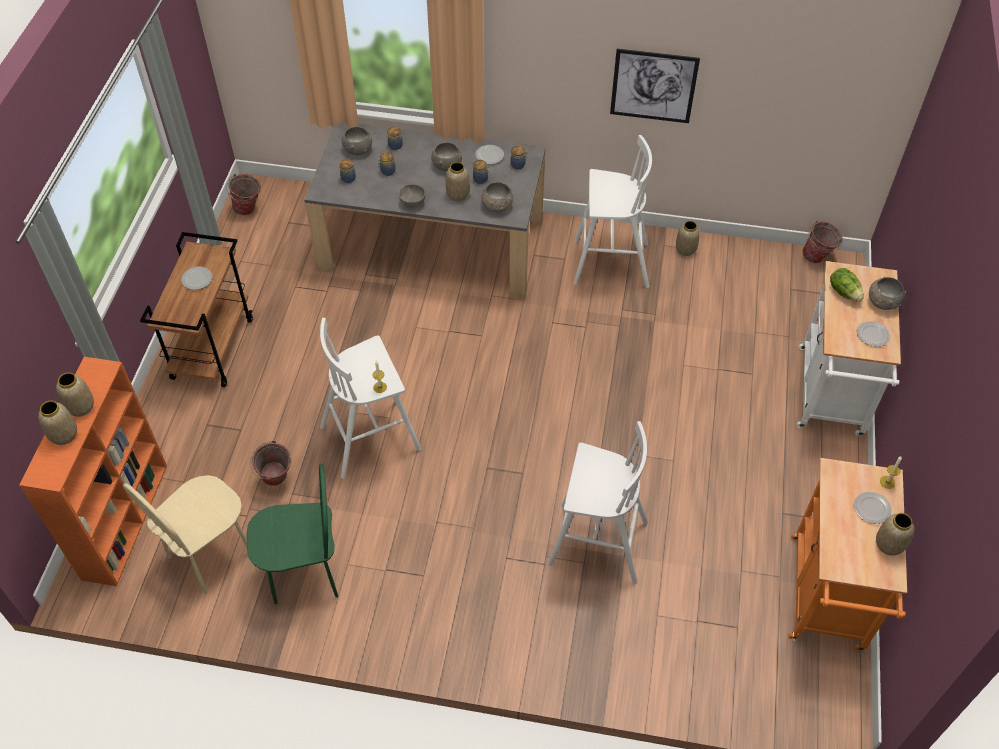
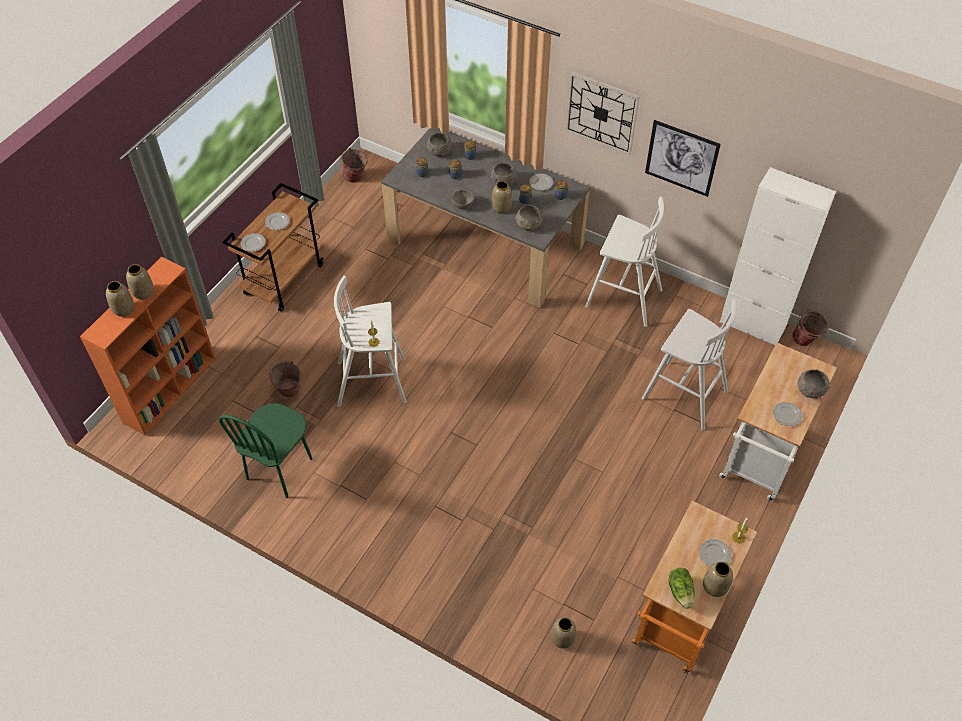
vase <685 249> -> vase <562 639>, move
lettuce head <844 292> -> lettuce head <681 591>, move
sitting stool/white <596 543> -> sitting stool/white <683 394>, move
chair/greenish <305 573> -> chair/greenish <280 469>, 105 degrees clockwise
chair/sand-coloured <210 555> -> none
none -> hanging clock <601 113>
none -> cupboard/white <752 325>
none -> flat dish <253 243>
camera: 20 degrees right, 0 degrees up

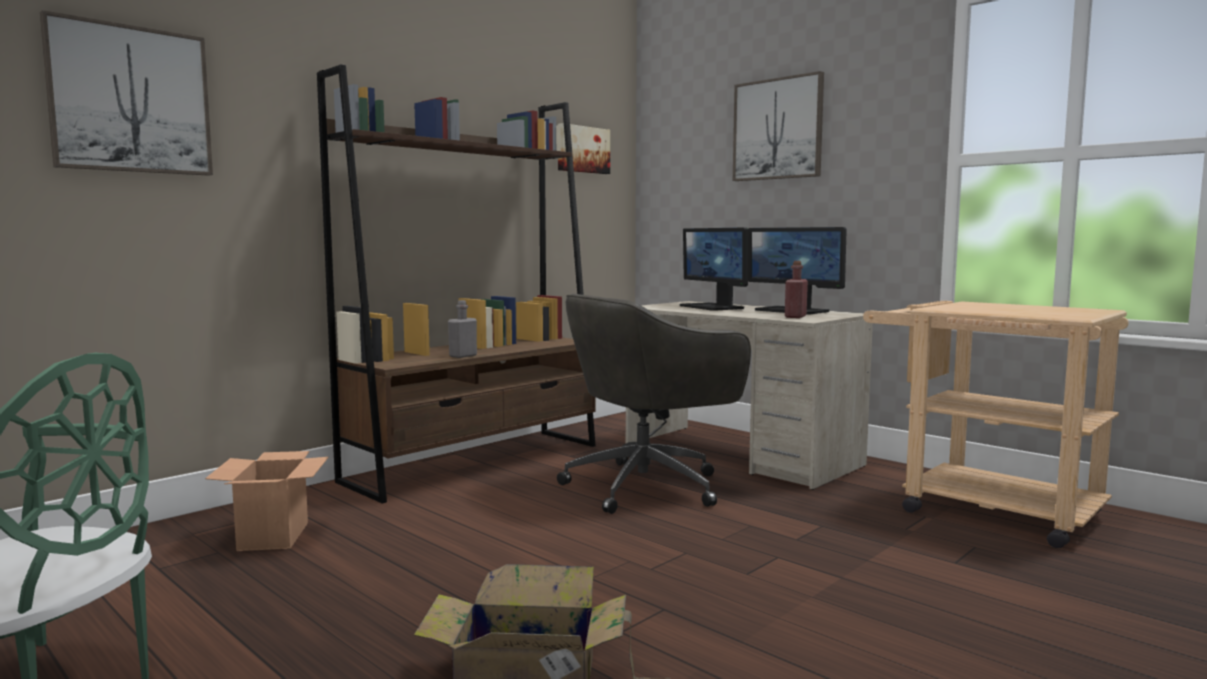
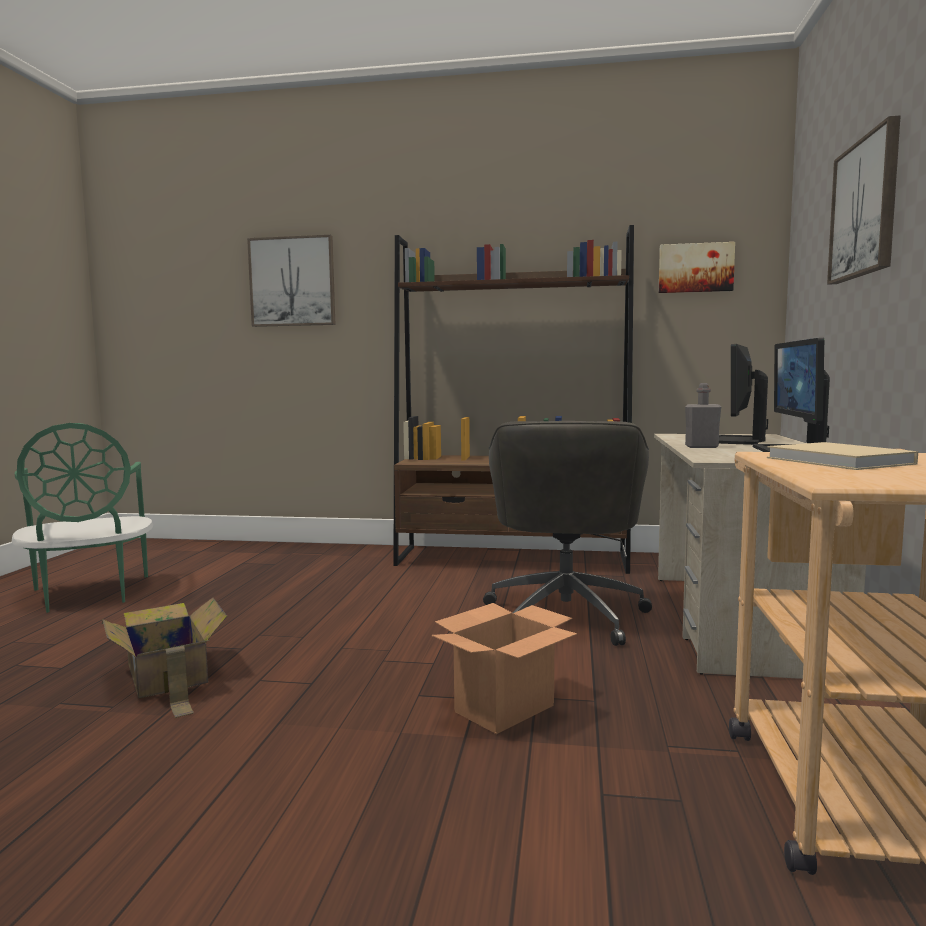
bottle/red-coloured <795 317> -> none
computer chair/grey <648 486> -> computer chair/grey <566 613>, 105 degrees counterclockwise
bottle/grey <463 356> -> bottle/grey <701 447>, move
carton <273 536> -> carton <505 708>, move
none -> volume/sand-coloured <842 461>
camera: 55 degrees right, 0 degrees up

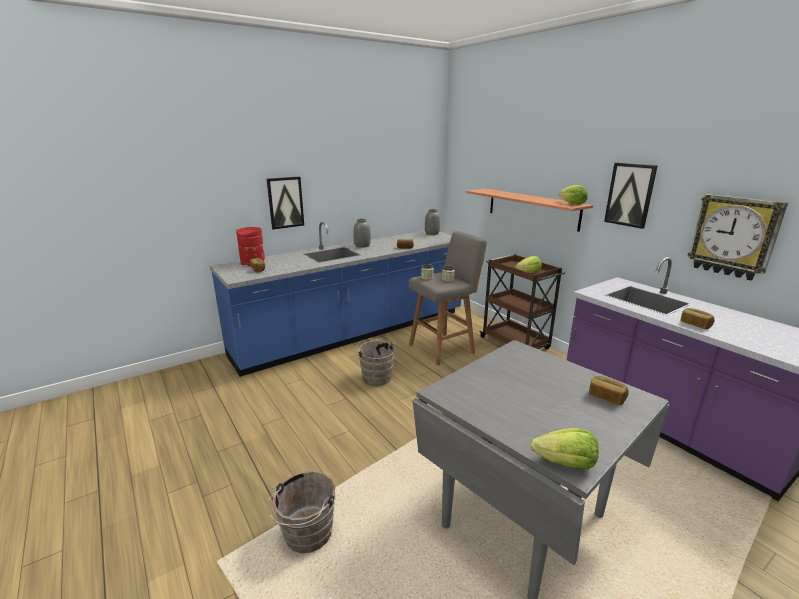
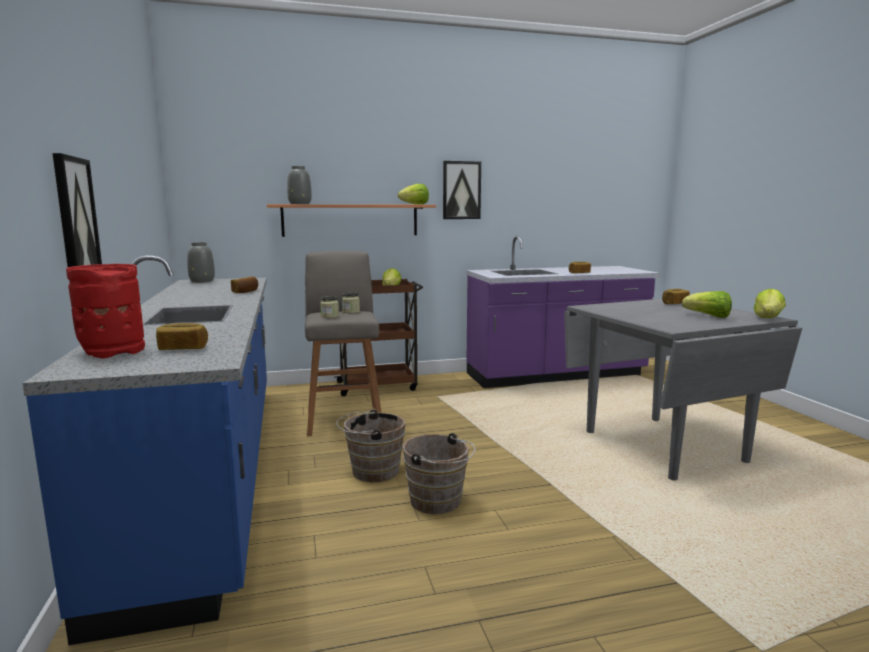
hanging clock <734 236> -> none
vase/grey <362 246> -> vase/grey <300 204>, move
bucket/brown-coloured <306 537> -> bucket/brown-coloured <438 502>, move
none -> lettuce head <708 316>
camera: 70 degrees left, 10 degrees down

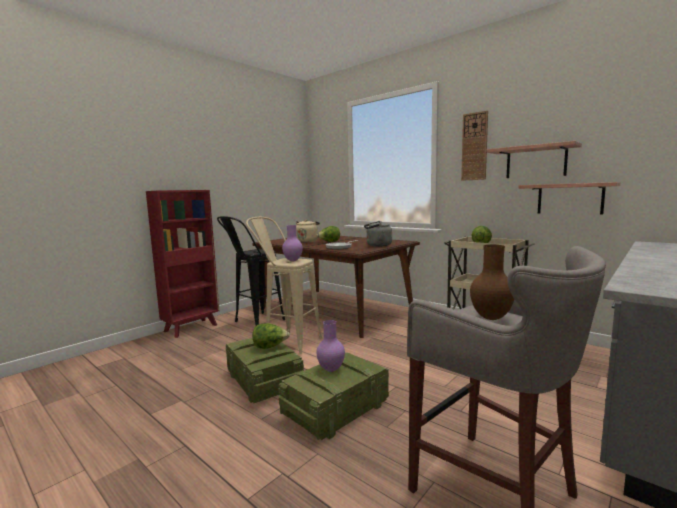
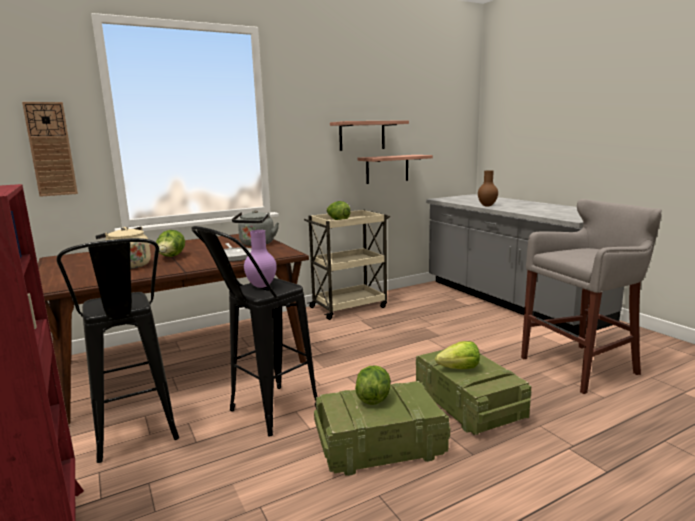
hanging clock <474 146> -> hanging clock <51 149>, move
sitting stool/sand-coloured <286 342> -> sitting stool/black-coloured <263 415>
vase/brown-coloured <490 318> -> vase/brown-coloured <487 206>, move
vase/purple-coloured <330 370> -> lettuce head <459 368>
camera: 70 degrees left, 5 degrees up

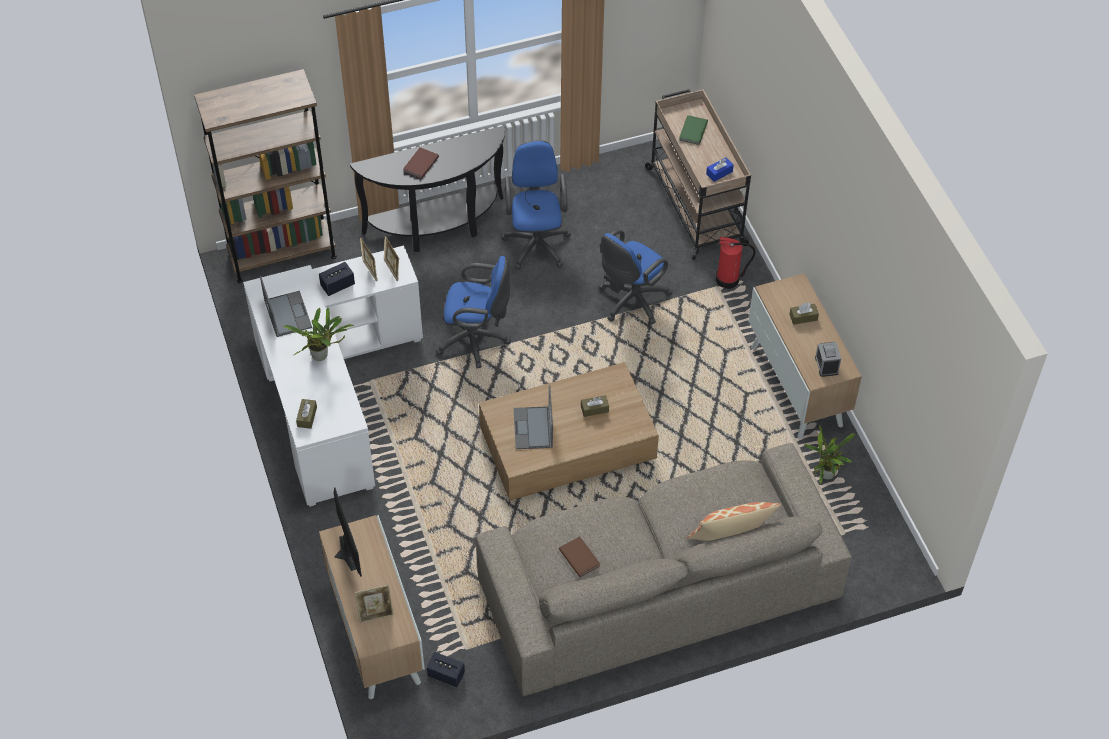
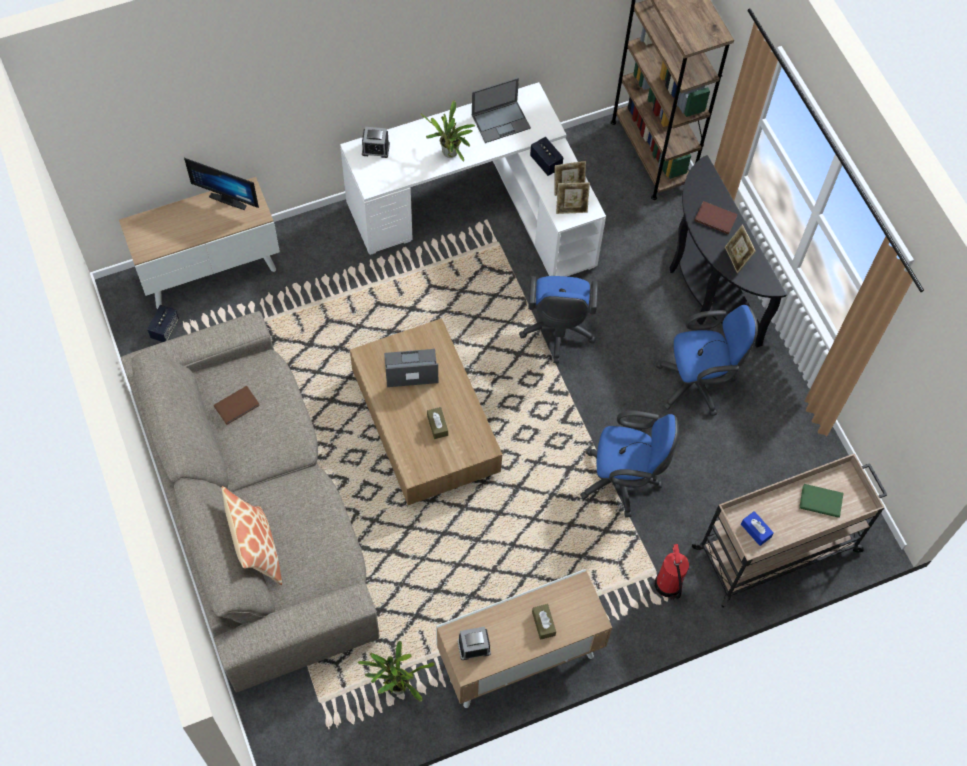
computer chair/blue-coloured <630 302> -> computer chair/blue-coloured <624 481>, 150 degrees clockwise
tissue box/brown-coloured <307 417> -> bedside clock <375 149>
monitor <343 554> -> monitor <229 197>, 45 degrees clockwise
standing frame <375 613> -> standing frame <736 258>, move
camera: 85 degrees right, 10 degrees up

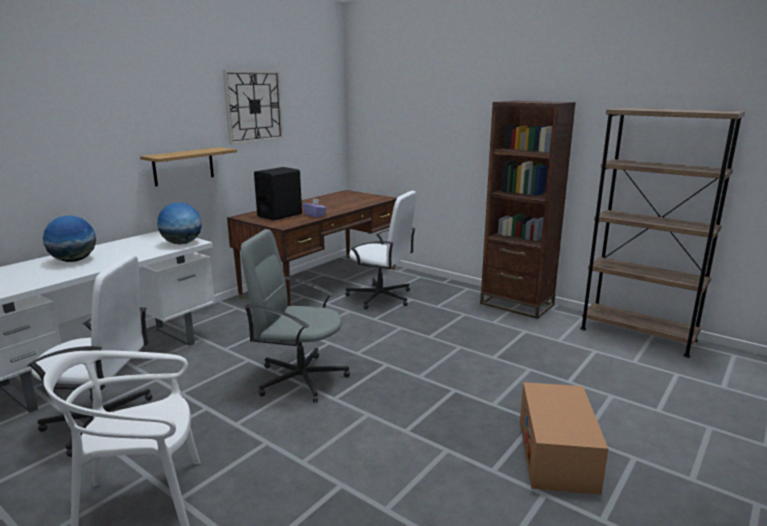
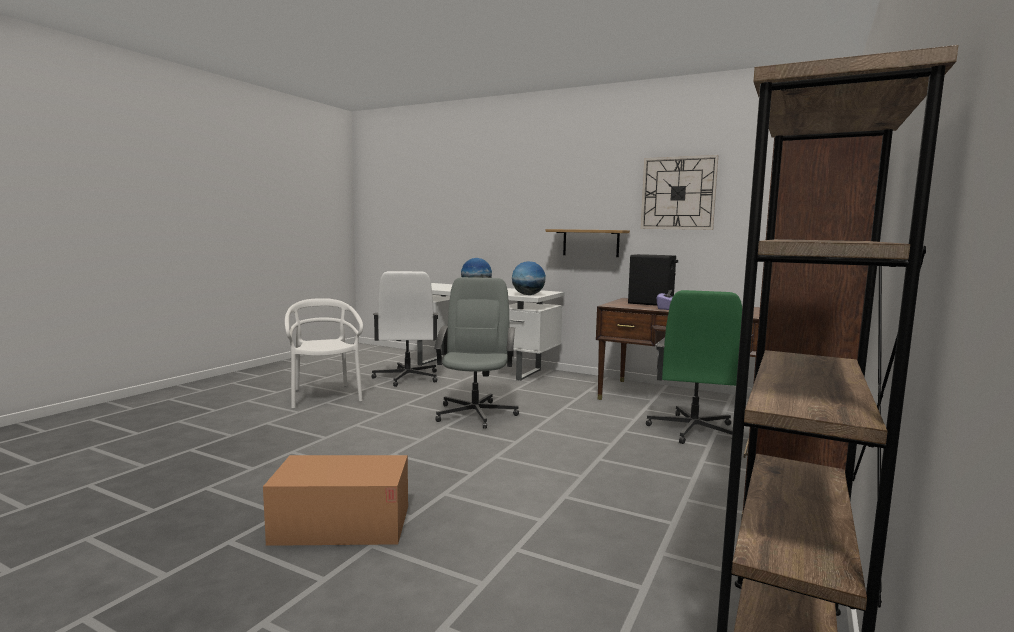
computer chair/white <381 297> -> computer chair/greenish <692 430>
camera: 80 degrees right, 10 degrees down

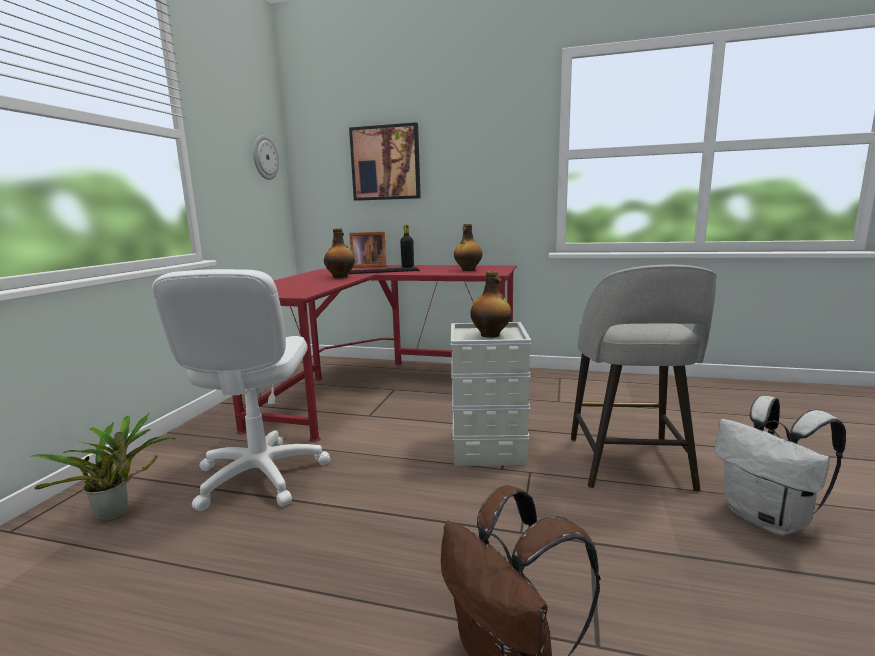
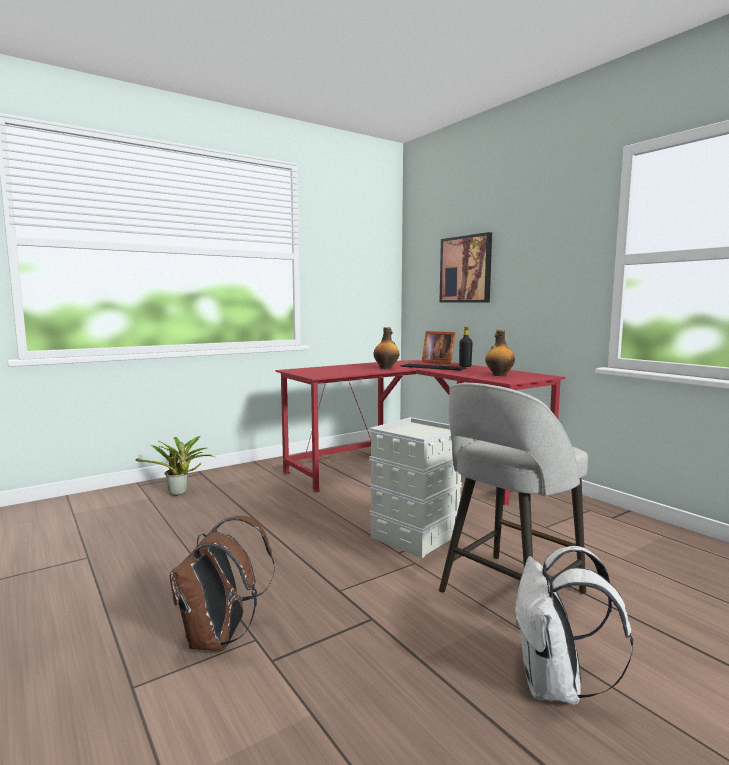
hanging clock <265 157> -> none
computer chair/white <260 476> -> none
bottle <491 335> -> none
camera: 40 degrees right, 5 degrees down

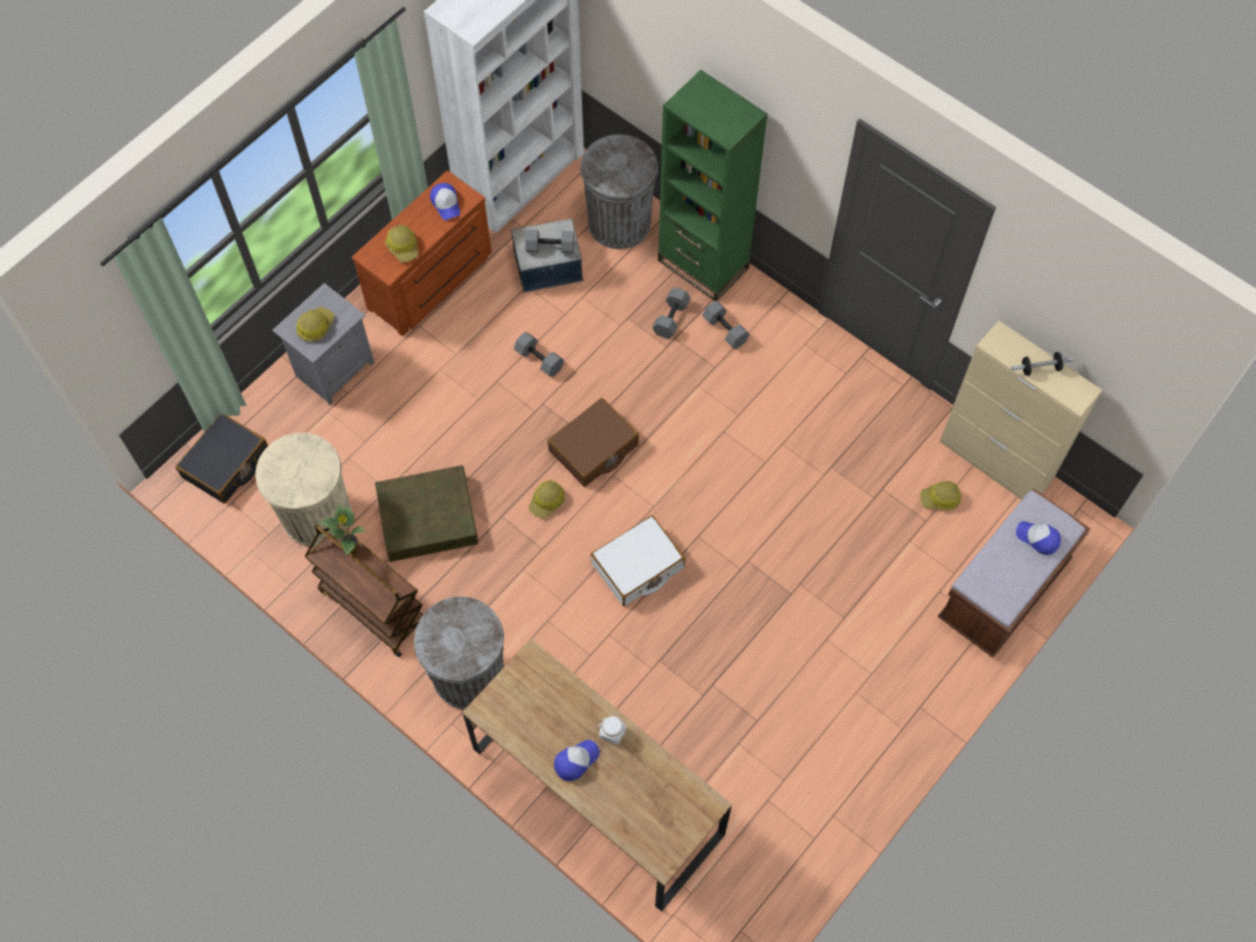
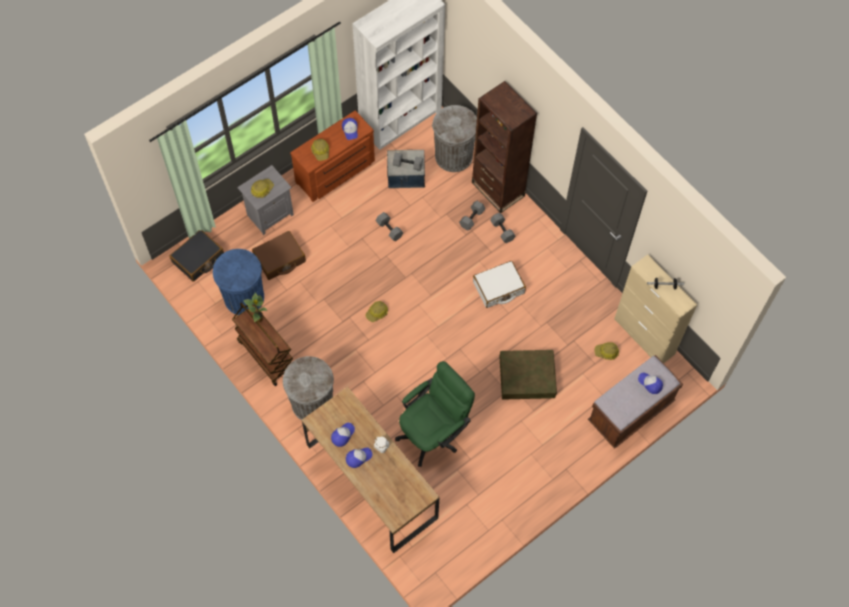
shelving unit/greenish <703 264> -> shelving unit/brown-coloured <498 189>
piece of luggage/brown-coloured <593 448> -> piece of luggage/brown-coloured <279 259>, move
waste bin/sand-coloured <317 515> -> waste bin/blue-coloured <244 297>
storage bin/brown-coloured <427 517> -> storage bin/brown-coloured <527 377>, move
piece of luggage/white <638 566> -> piece of luggage/white <498 288>, move
none -> computer chair/greenish <433 432>
none -> baseball cap <342 435>
camera: 10 degrees right, 0 degrees up

